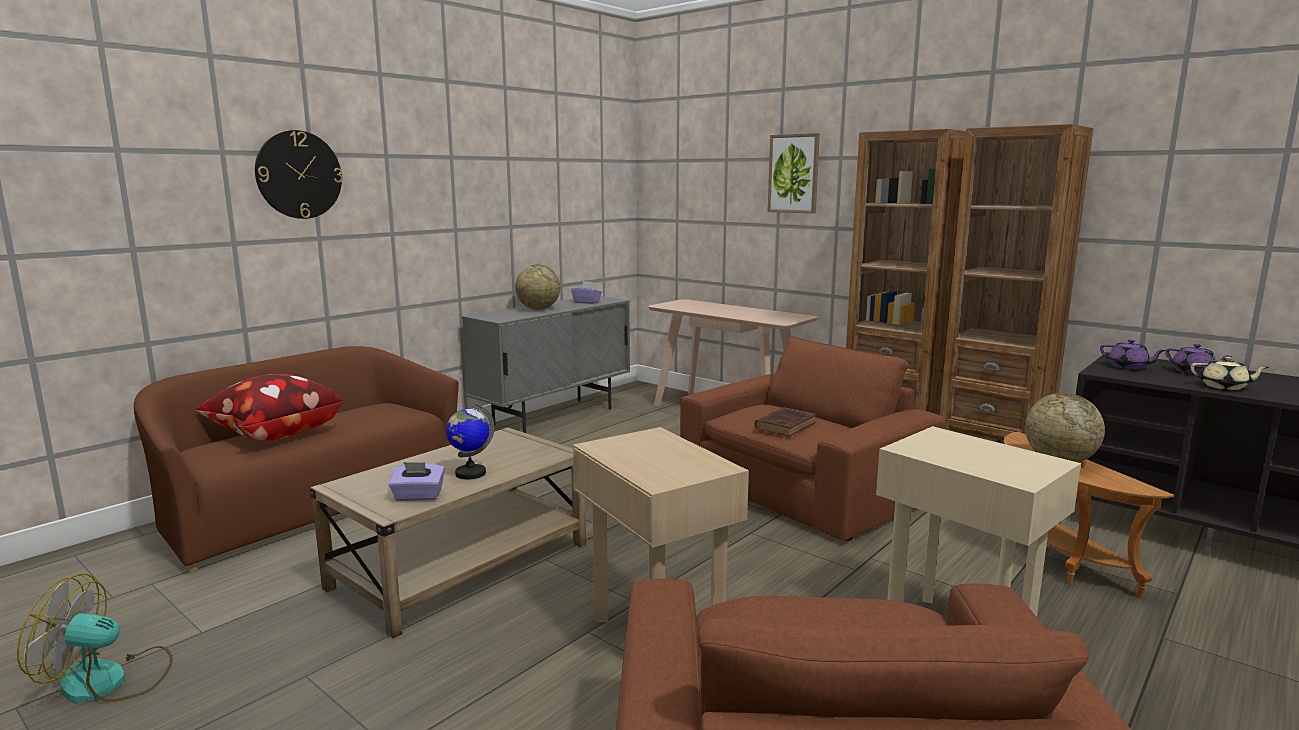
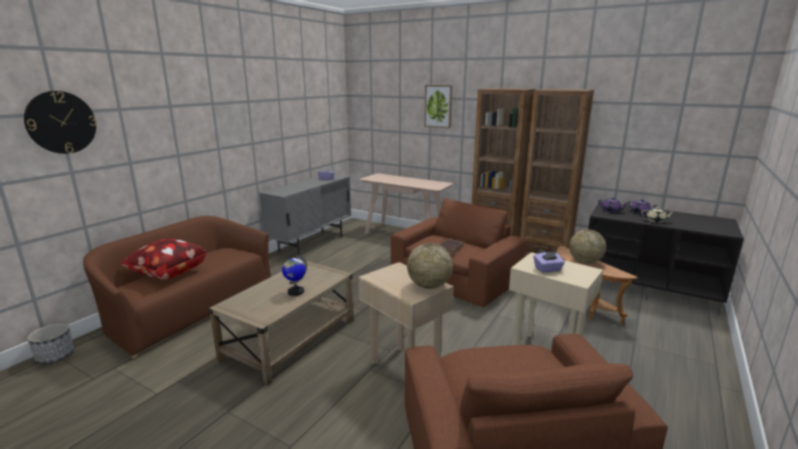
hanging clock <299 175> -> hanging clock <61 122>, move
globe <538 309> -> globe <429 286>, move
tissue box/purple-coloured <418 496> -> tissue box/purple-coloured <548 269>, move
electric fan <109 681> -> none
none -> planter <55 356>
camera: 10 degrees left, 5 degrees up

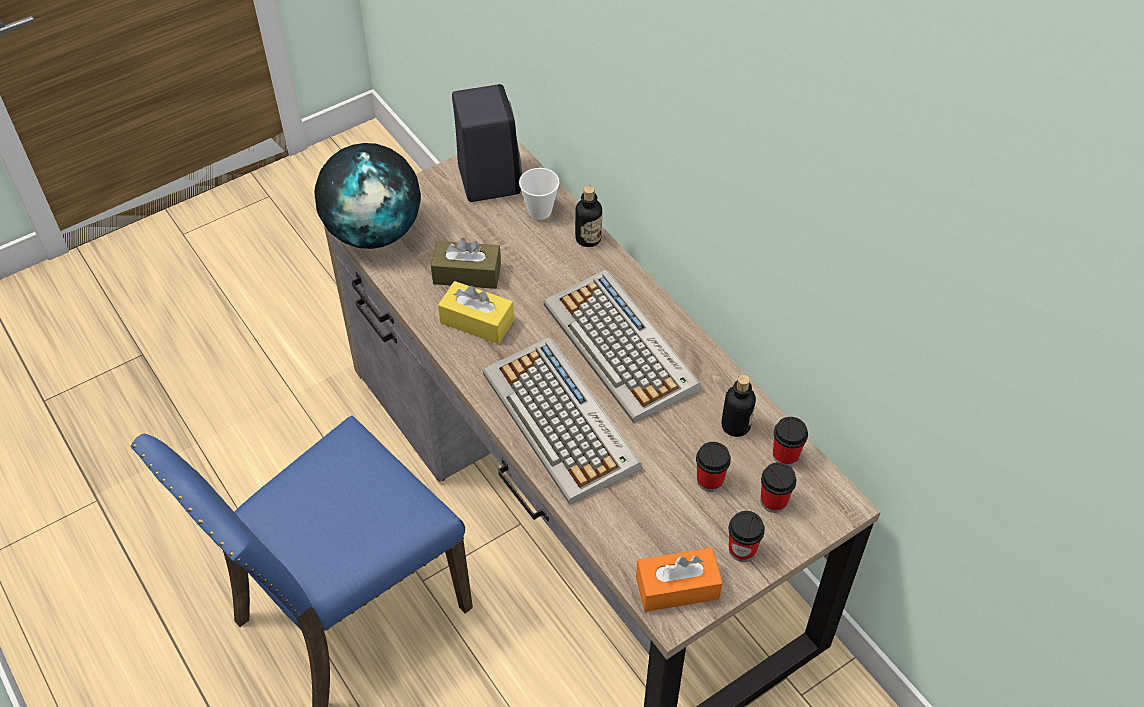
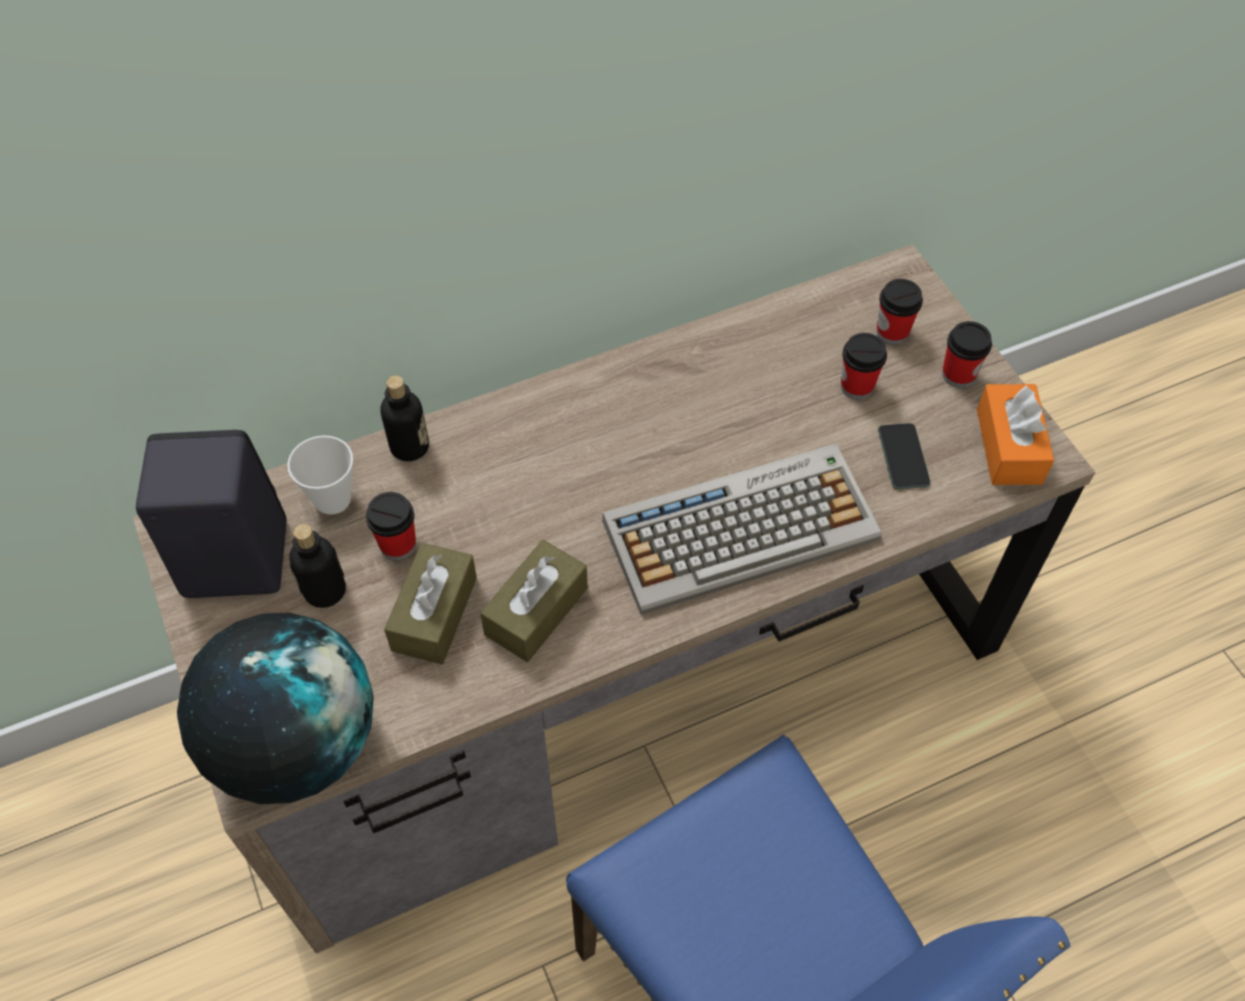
computer keyboard <622 347> -> none
tissue box/yellow <477 321> -> tissue box/brown-coloured <536 611>
bottle <735 426> -> bottle <325 590>, move
small cup <785 456> -> small cup <398 545>, move
none -> handset <903 457>
camera: 80 degrees left, 5 degrees up

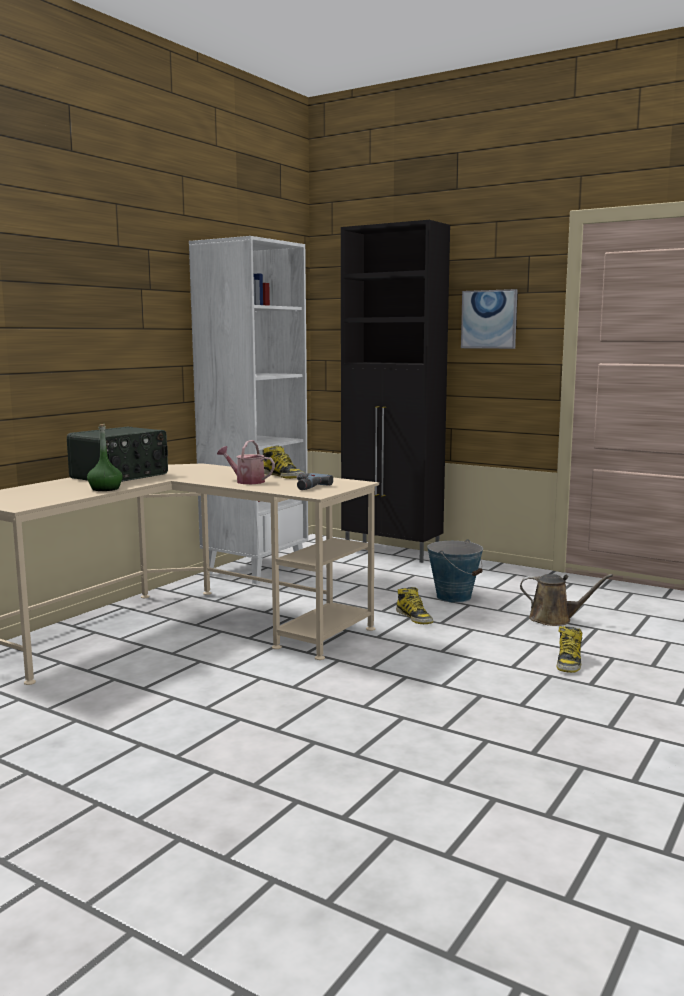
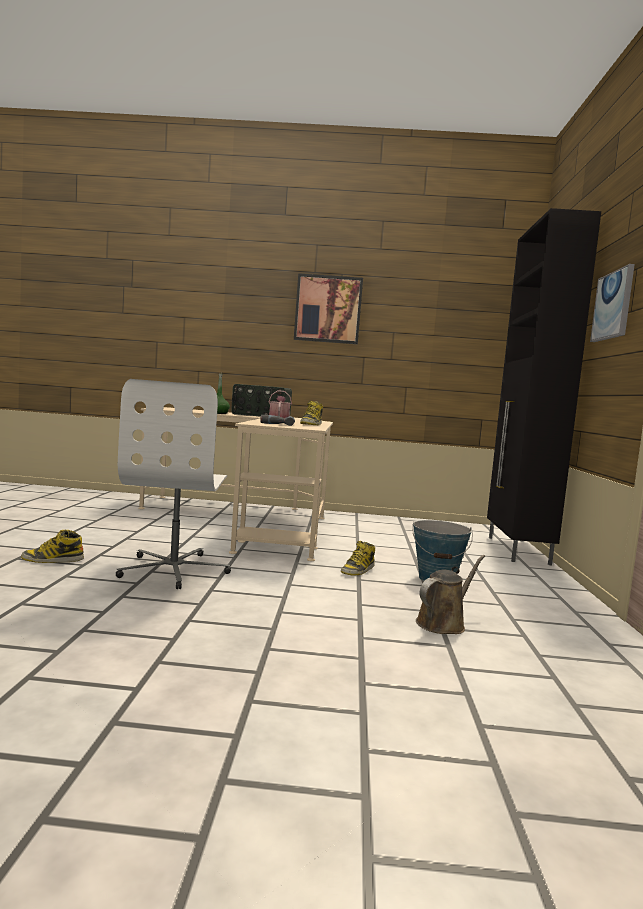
shelving unit/white <255 569> -> none
watering can/brown-coloured <554 619> -> watering can/brown-coloured <443 623>, 120 degrees counterclockwise
boot <568 662> -> boot <52 560>, move
none -> picture <328 309>
none -> computer chair/white <174 569>
camera: 60 degrees right, 5 degrees down

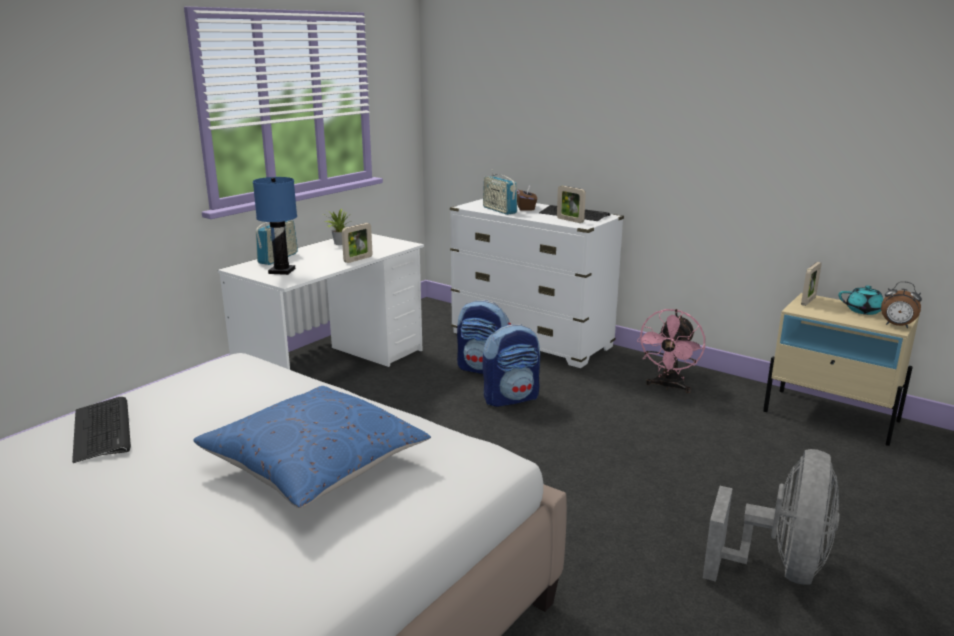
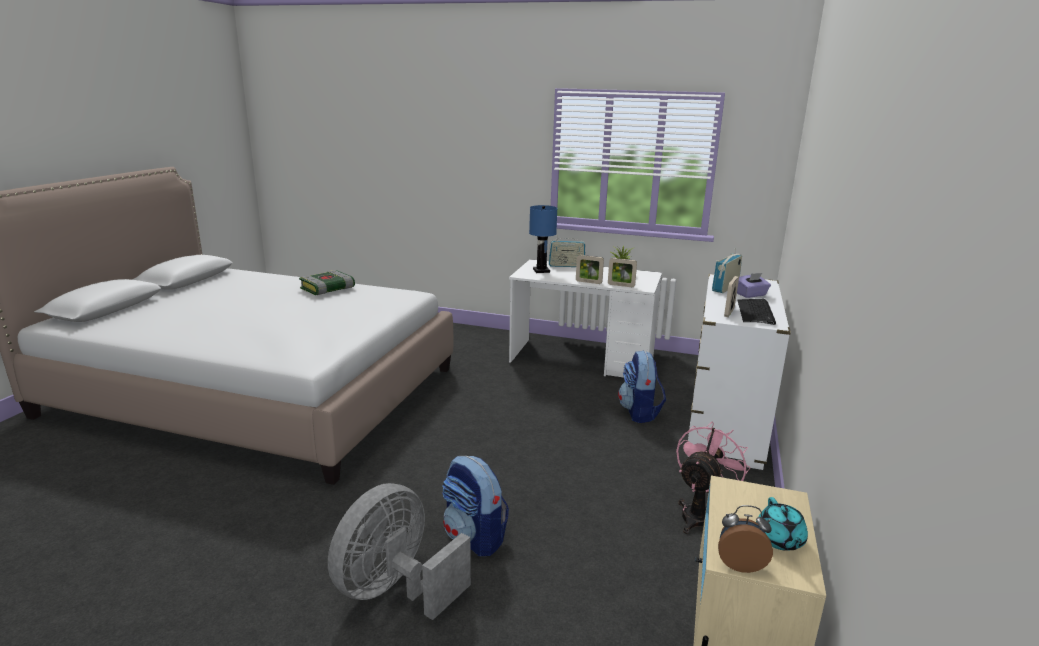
tissue box/brown-coloured <526 208> -> tissue box/purple-coloured <751 295>
standing frame <808 301> -> standing frame <621 285>, move
bedside clock <896 326> -> bedside clock <740 563>, 90 degrees clockwise
electric fan/pink-coloured <668 386> -> electric fan/pink-coloured <700 514>, 120 degrees clockwise
backpack <511 398> -> backpack <474 537>, move
cushion/blue-coloured <315 465> -> none
computer keyboard <103 430> -> volume <327 289>
electric fan/grey <778 568> -> electric fan/grey <396 590>, 120 degrees clockwise
camera: 70 degrees right, 0 degrees up

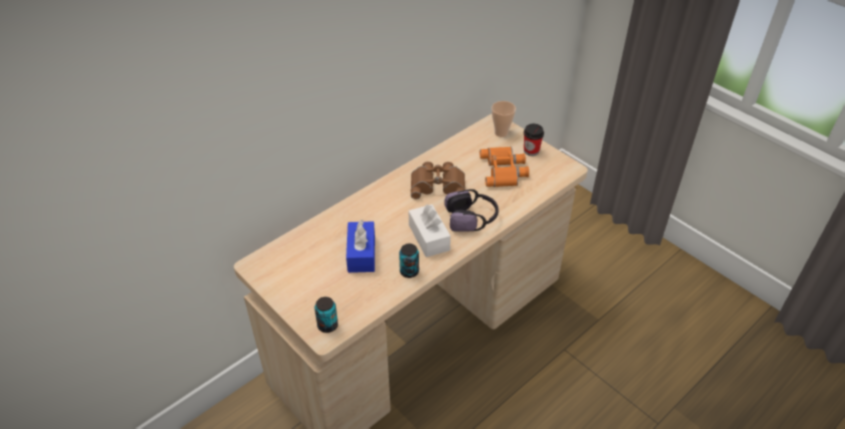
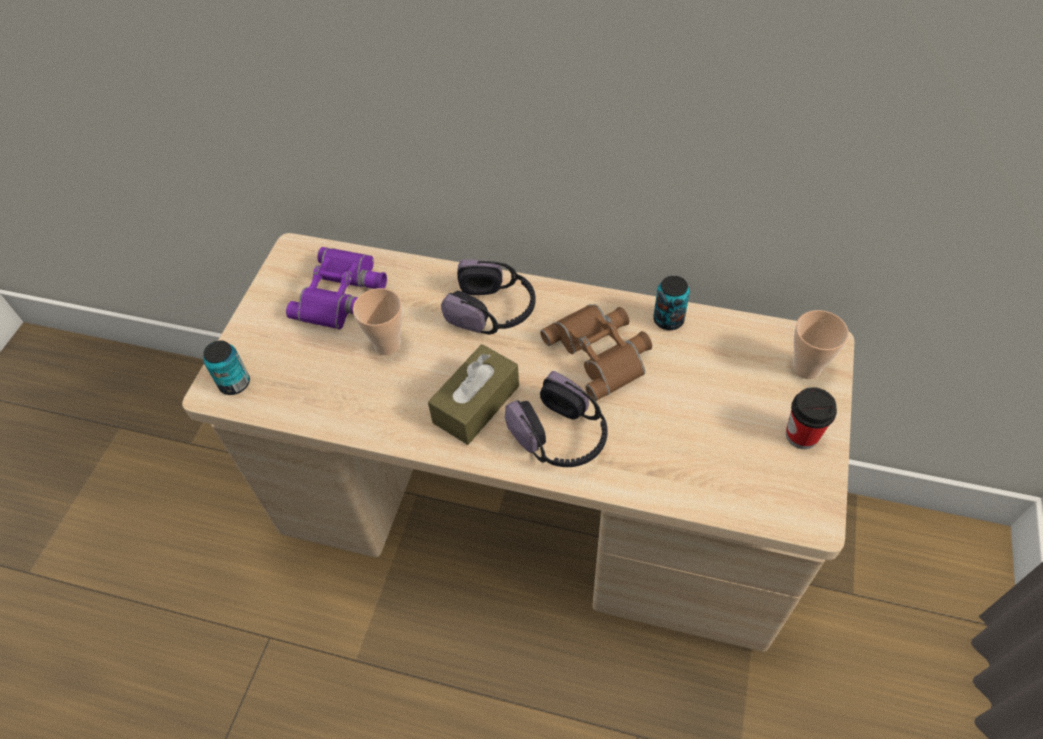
field glasses/orangey <504 170> -> none
tissue box/white <429 237> -> tissue box/brown-coloured <476 404>
tissue box/blue-coloured <361 254> -> small cup <387 344>
can <409 271> -> can <668 320>, move
none -> field glasses/purple-coloured <343 295>
none -> headphones <493 311>
camera: 60 degrees right, 10 degrees up

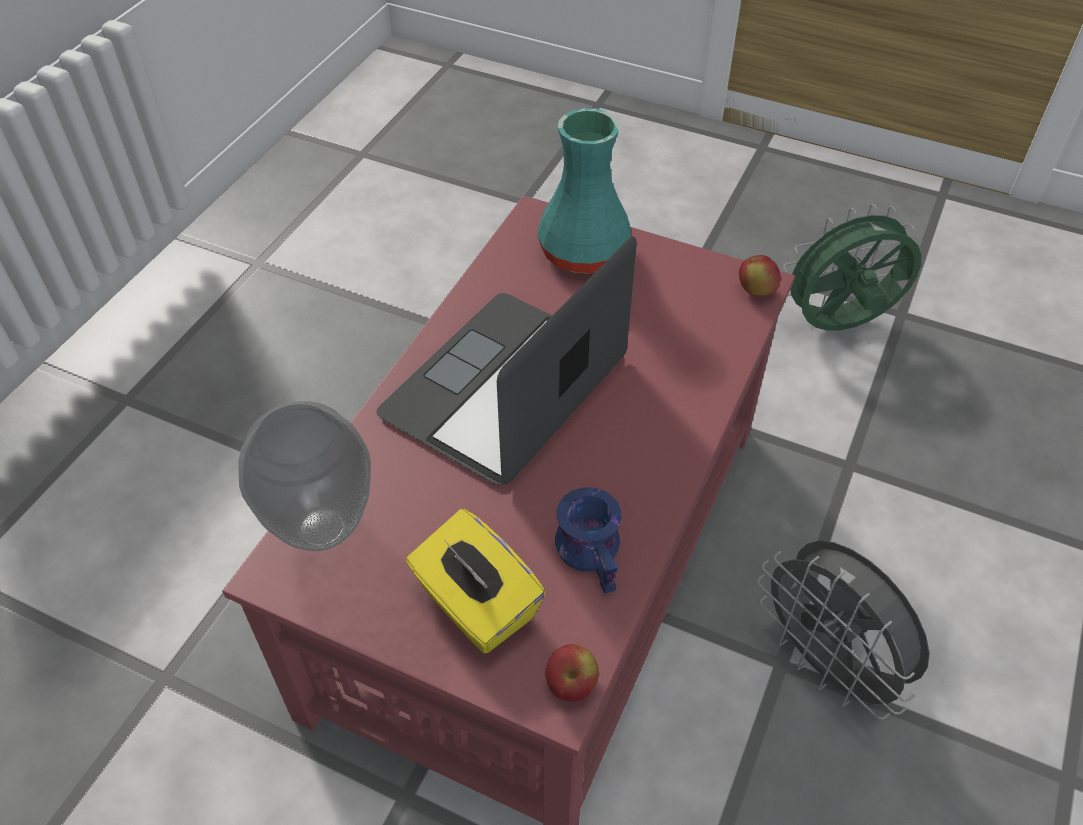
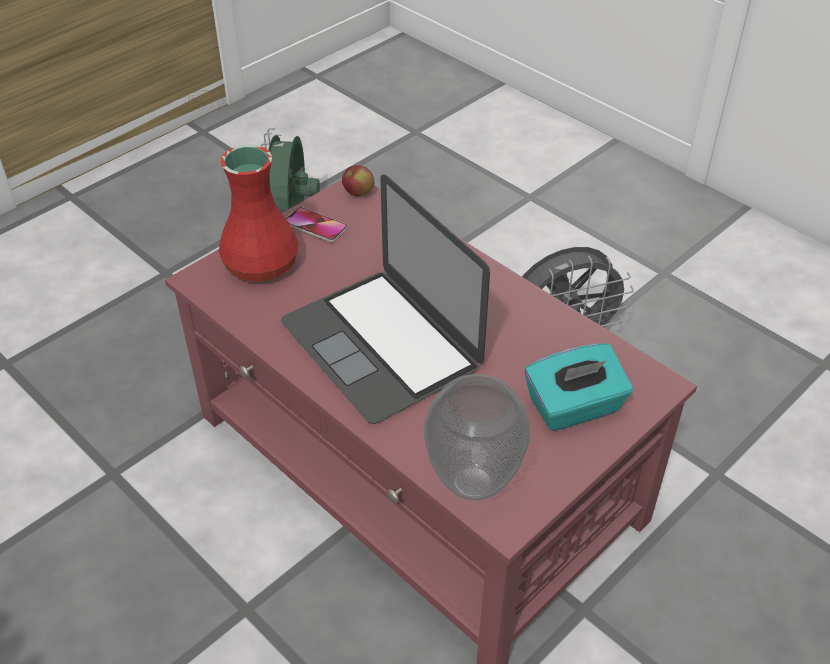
vase/blue-green <585 253> -> vase/red-coloured <262 263>
mug/blue-coloured <595 553> -> none
tissue box/yellow <476 604> -> tissue box/blue-green <574 407>
apple <571 685> -> none
none -> handset <315 226>
camera: 70 degrees left, 5 degrees down

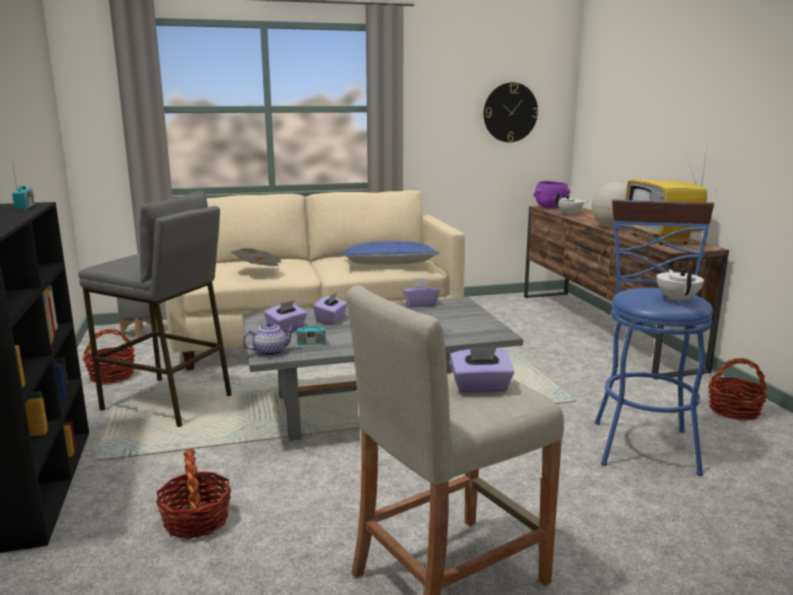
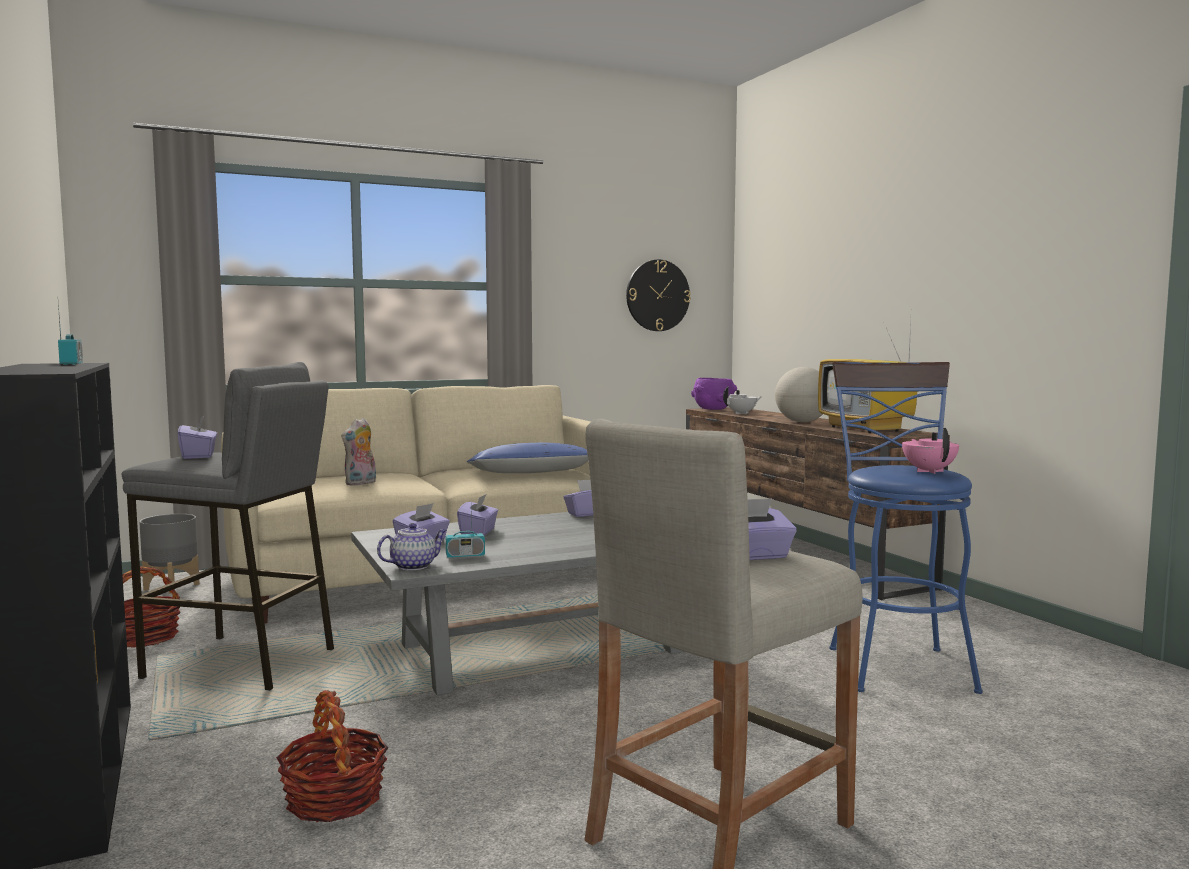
daily paper <259 271> -> plush toy <361 483>
teapot/white <677 299> -> teapot/pink-coloured <929 471>
storage basket <734 411> -> none
none -> tissue box/purple-coloured <199 456>
camera: 10 degrees left, 10 degrees down

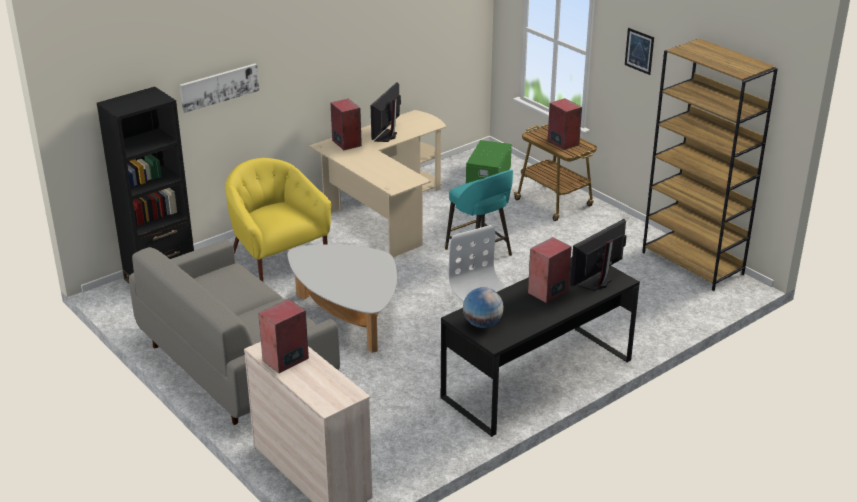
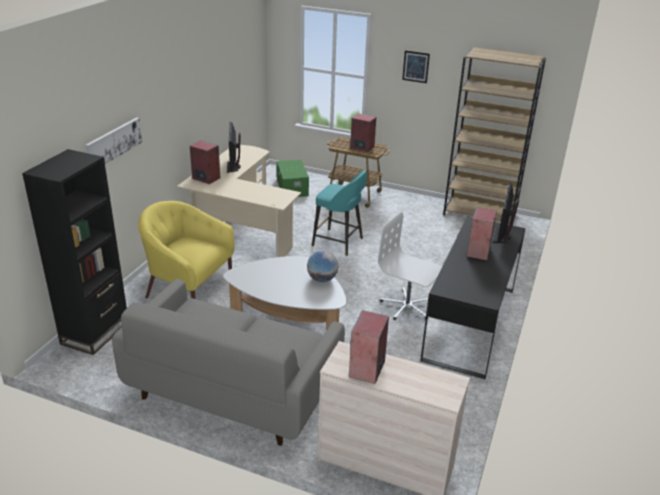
globe <482 324> -> globe <322 279>, move
camera: 30 degrees left, 0 degrees up

